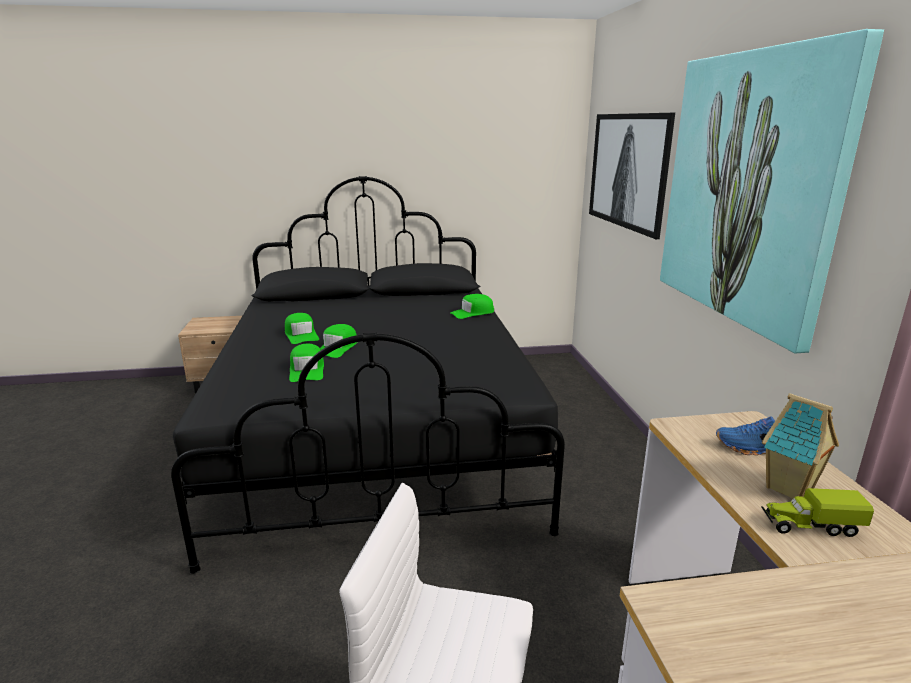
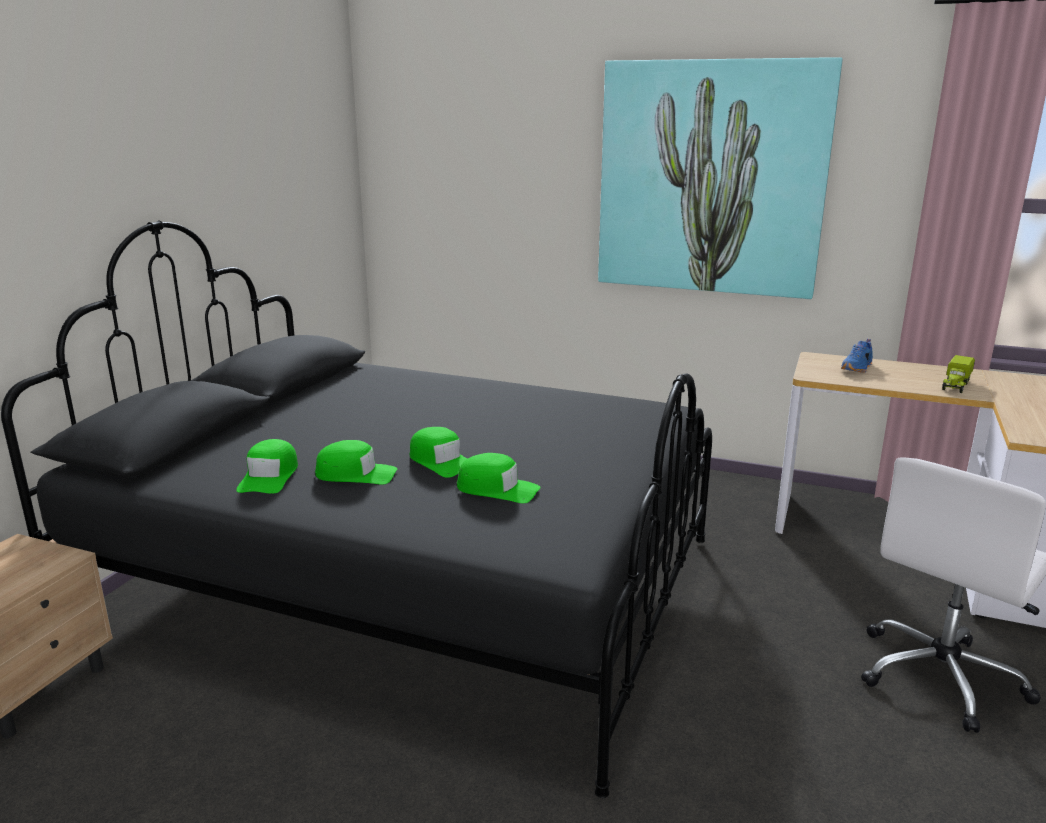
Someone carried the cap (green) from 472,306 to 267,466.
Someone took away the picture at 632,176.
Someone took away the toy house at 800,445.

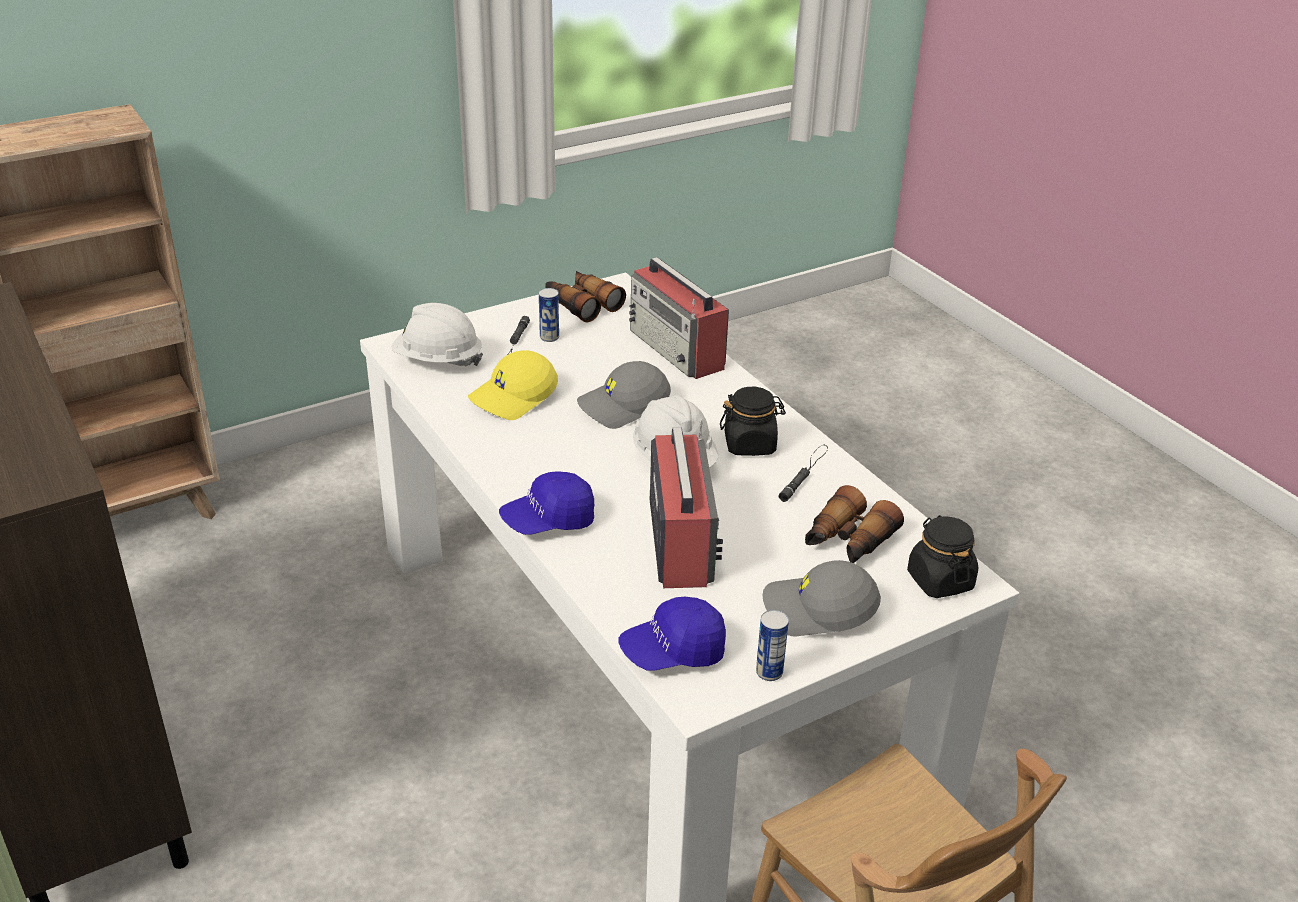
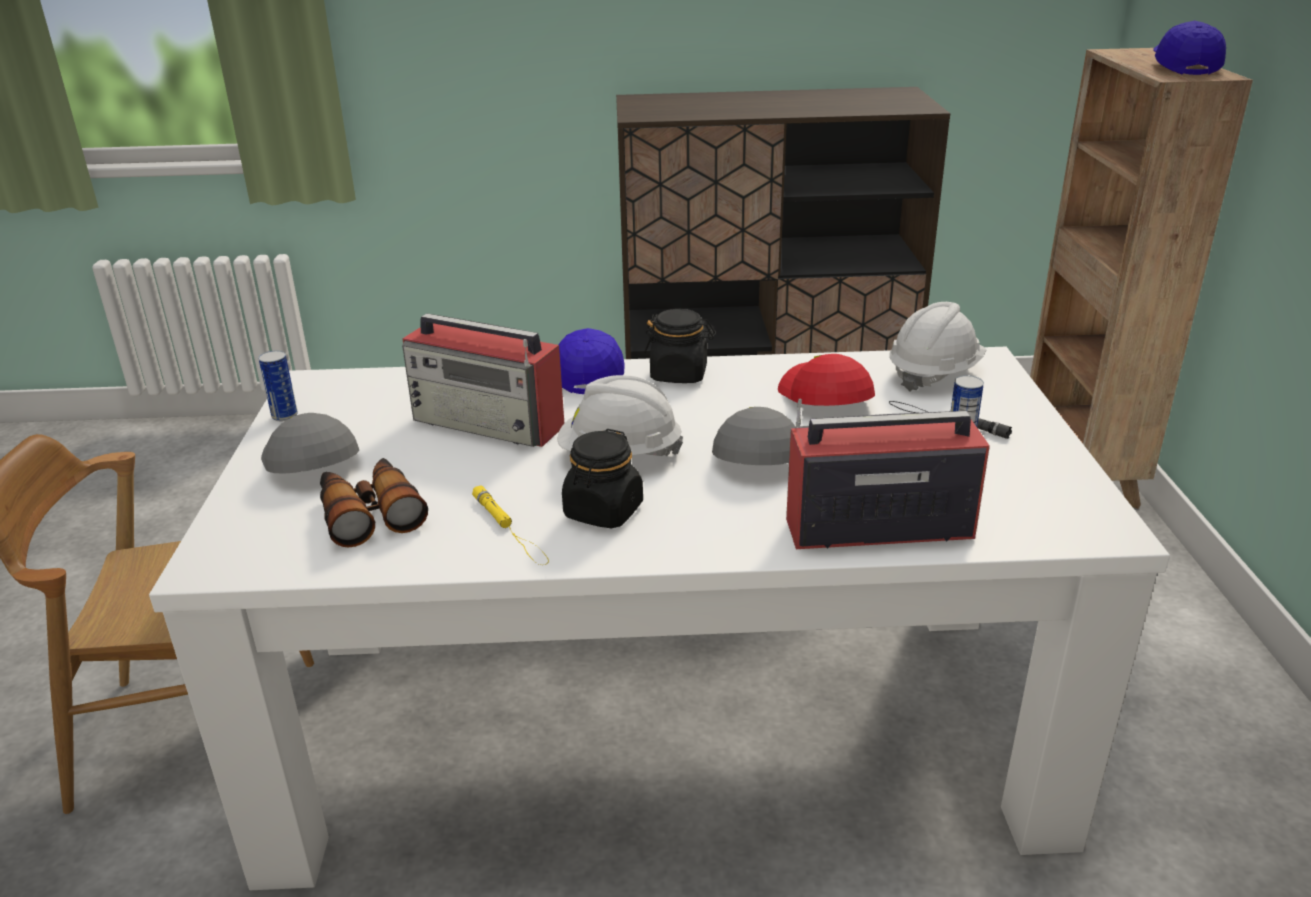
Someone rotated the cap (grey) at 822,598 by 60 degrees counterclockwise.
Someone repainted the flashlight (black) at 803,473, which became the flashlight (yellow) at 510,525.
Someone carried the jar (black) from 942,556 to 679,346.
Someone repainted the cap (yellow) at 513,385, which became the cap (red) at 826,380.
Someone carried the cap (blue) from 672,633 to 1189,47.
Someone took away the binoculars at 585,296.

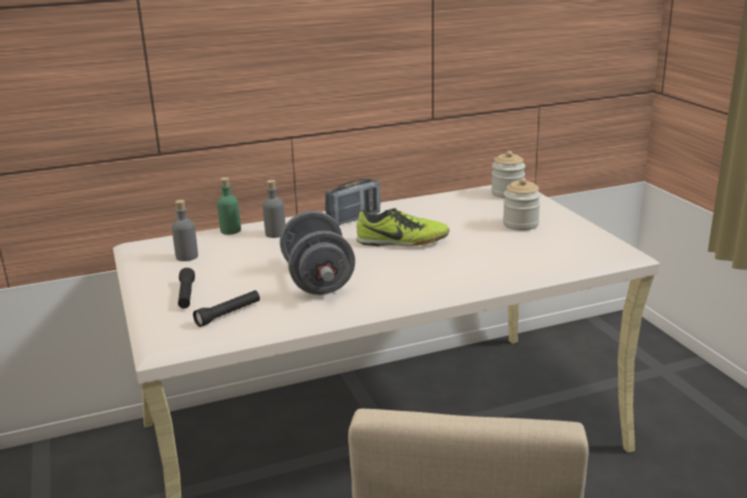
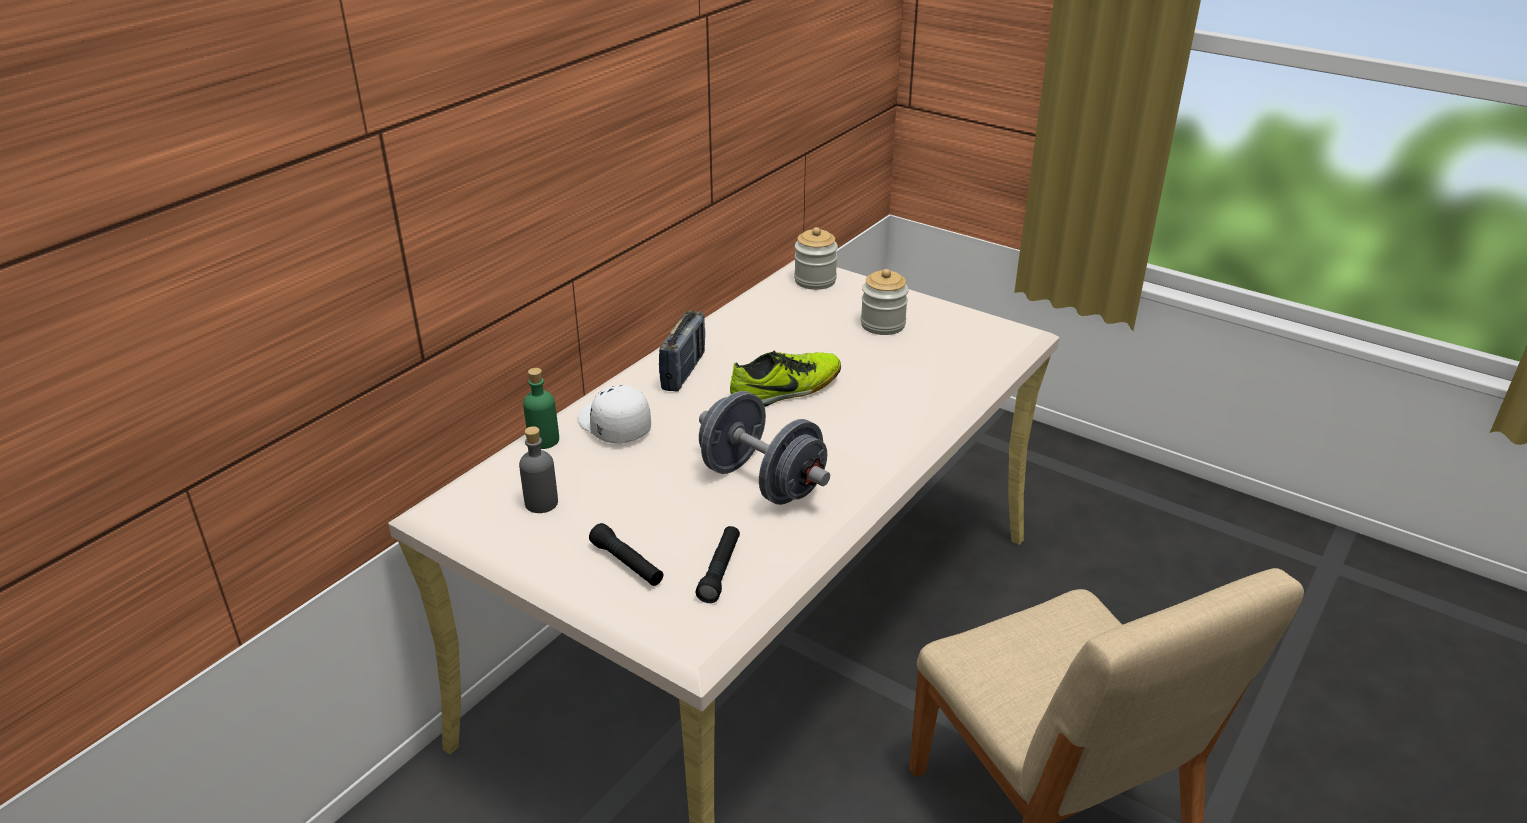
Someone swapped the bottle (grey) at 274,209 for the cap (white) at 614,414.

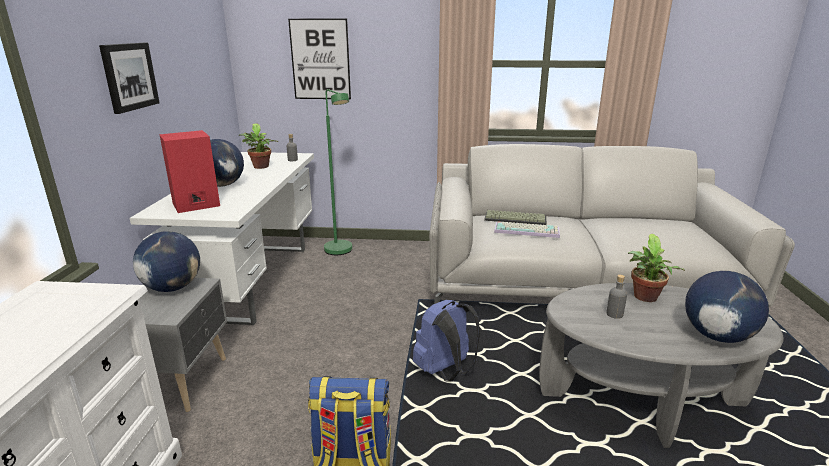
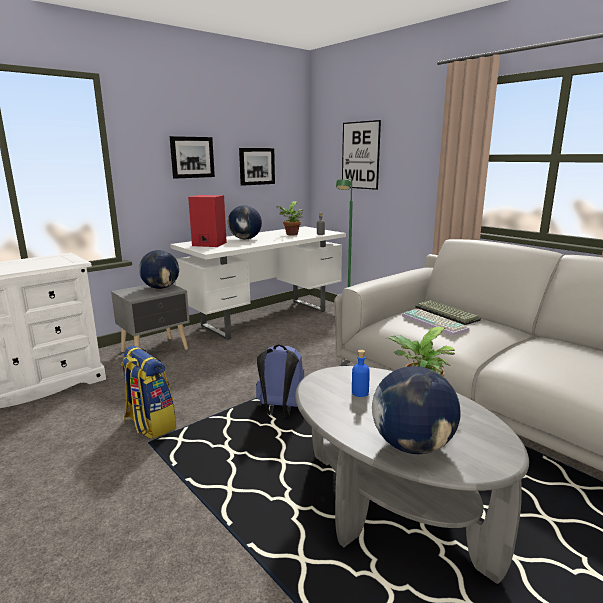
Someone put up the picture at 257,167.
Someone repainted the bottle (grey) at 616,297, which became the bottle (blue) at 361,373.

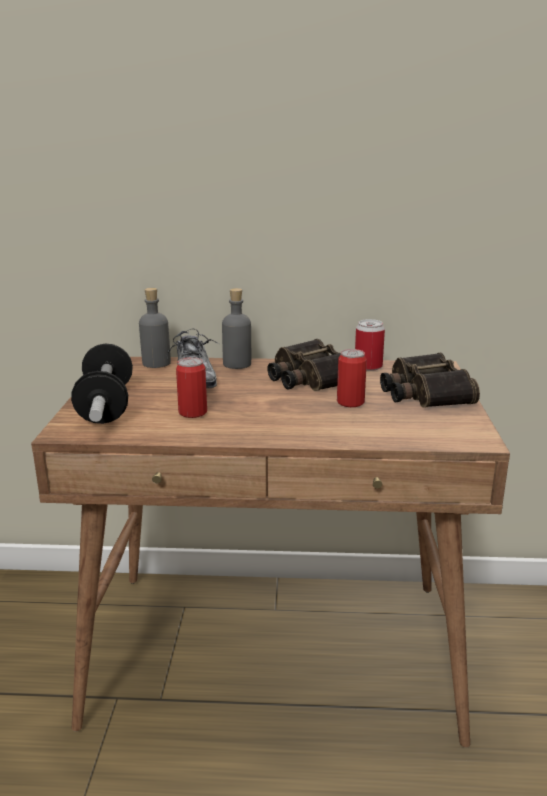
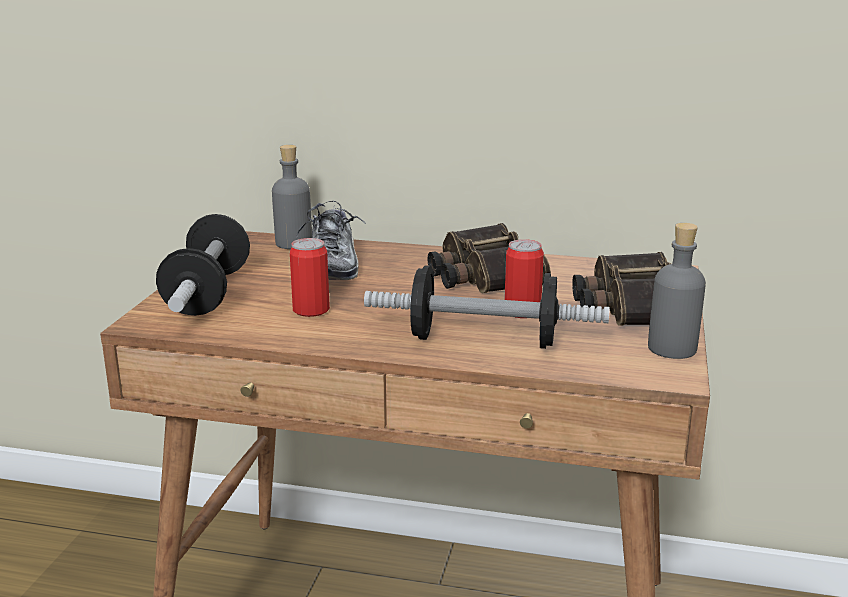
Someone put down the dumbbell at 487,307.
Someone carried the bottle (grey) from 236,328 to 677,291.
Someone took away the can at 370,345.

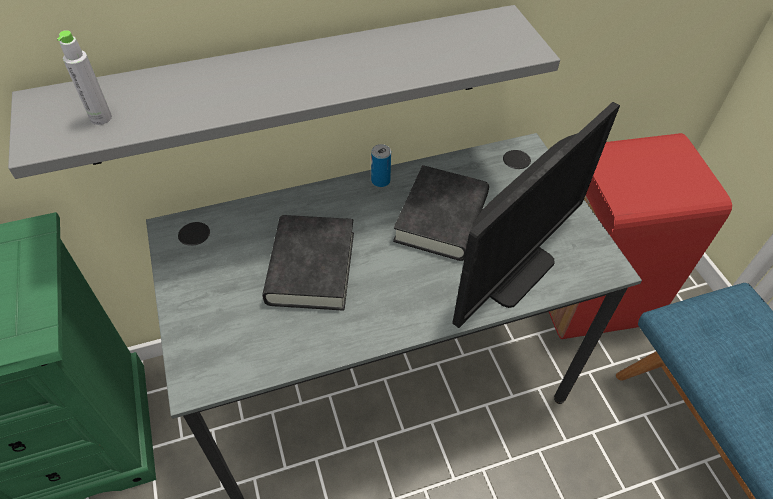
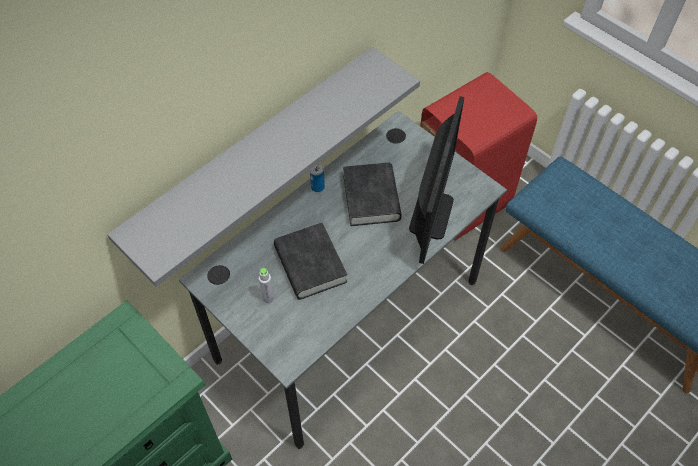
Someone carried the bottle (grey) from 84,77 to 266,285.

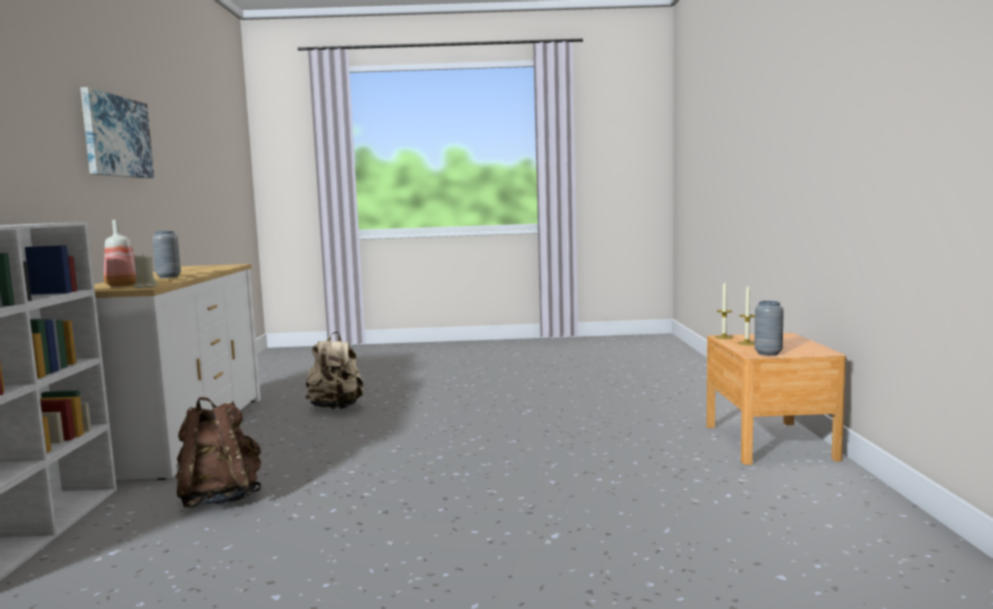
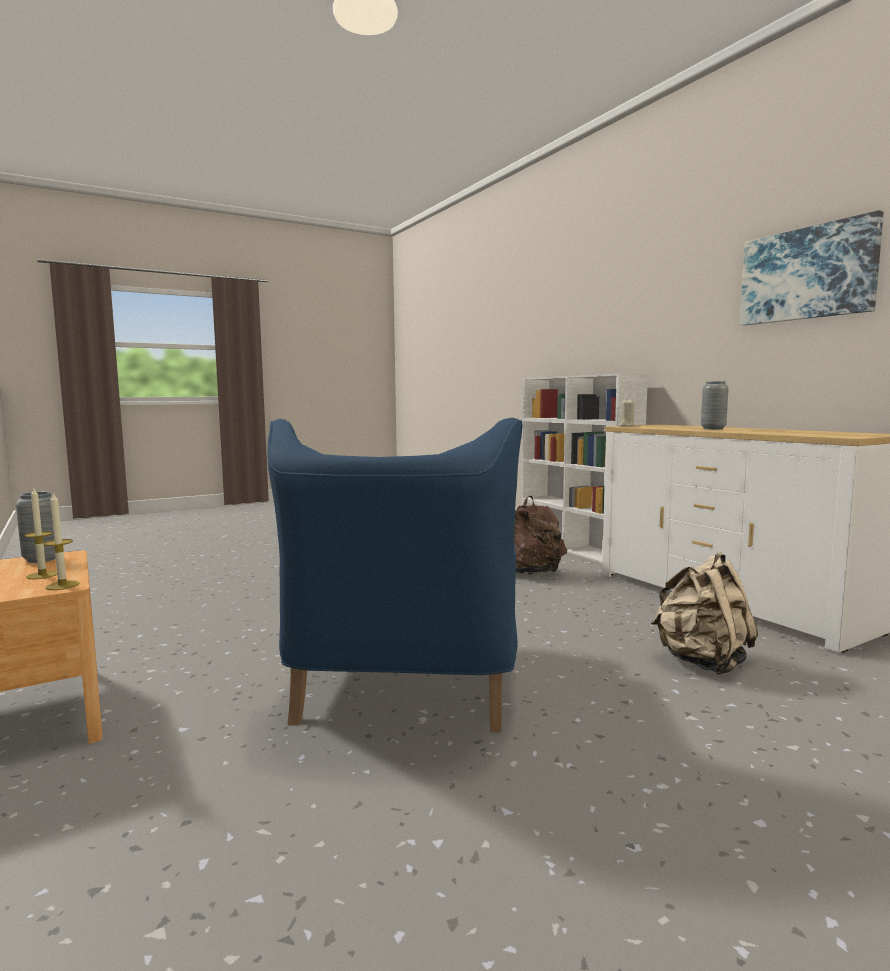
Someone put down the armchair (blue) at 395,575.
Someone took away the bottle at 120,253.

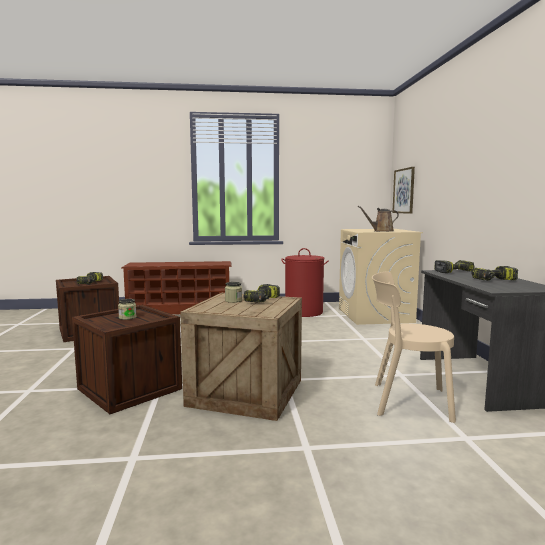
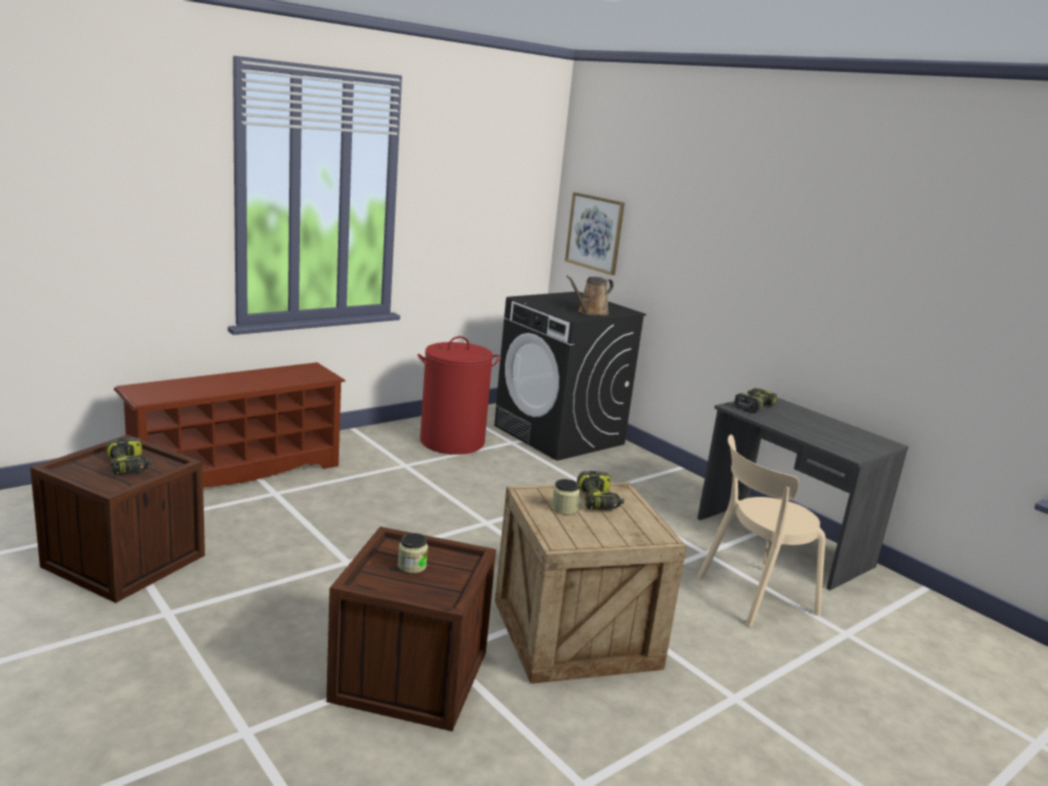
Someone repainted the washing machine (beige) at 381,277, which became the washing machine (black) at 570,376.
Someone took away the power drill at 494,273.

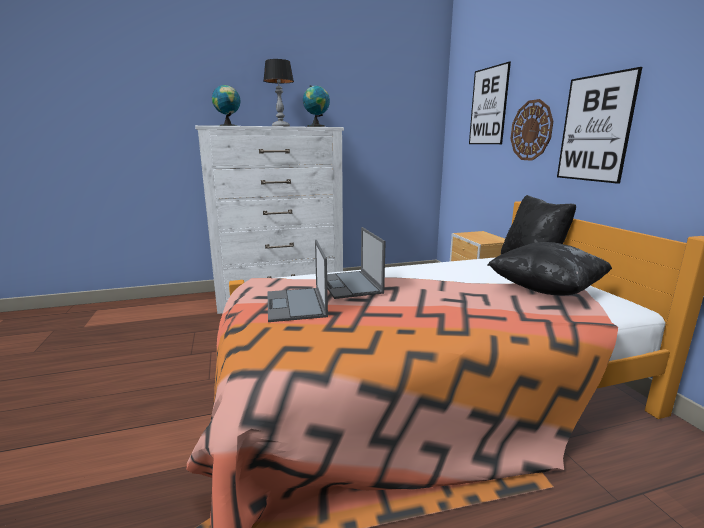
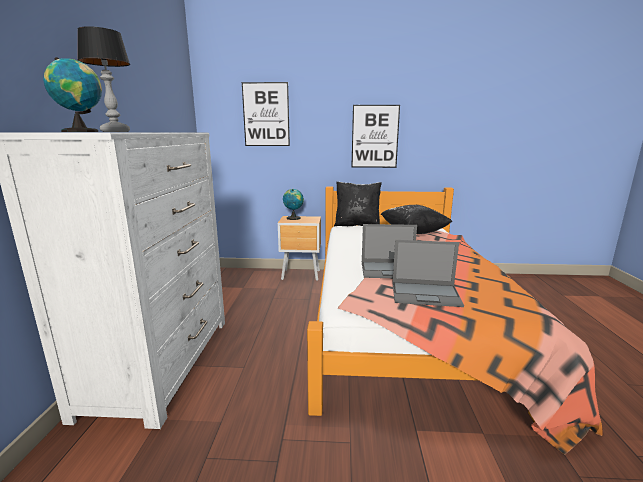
Someone carried the globe from 316,106 to 293,204.
Someone took away the wall clock at 532,130.

